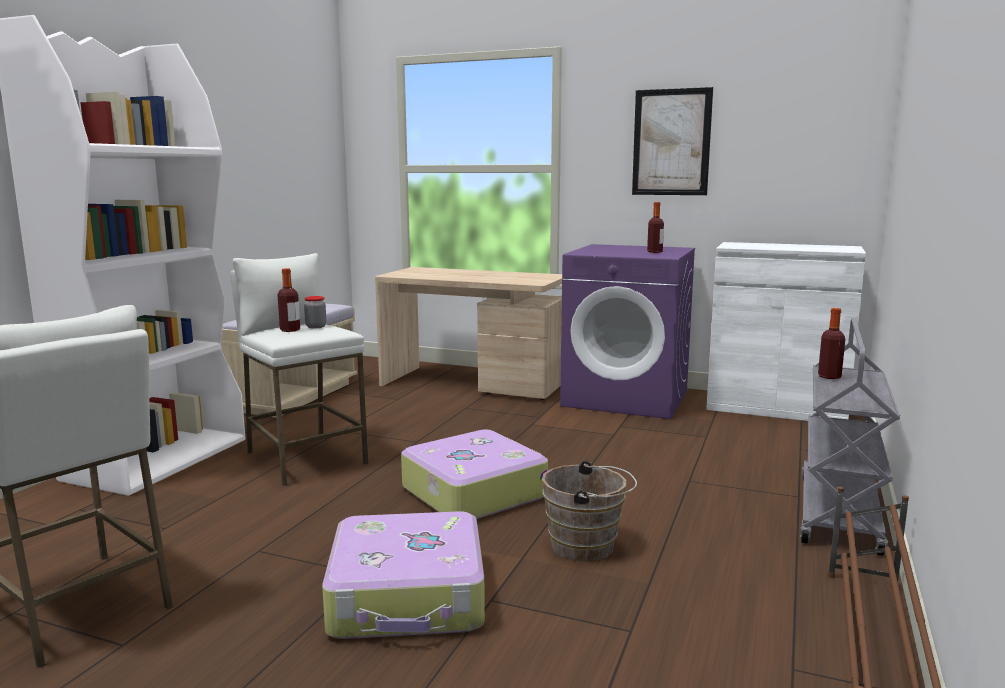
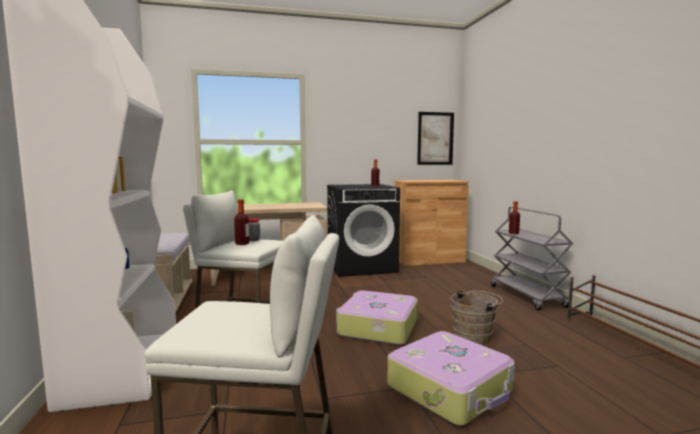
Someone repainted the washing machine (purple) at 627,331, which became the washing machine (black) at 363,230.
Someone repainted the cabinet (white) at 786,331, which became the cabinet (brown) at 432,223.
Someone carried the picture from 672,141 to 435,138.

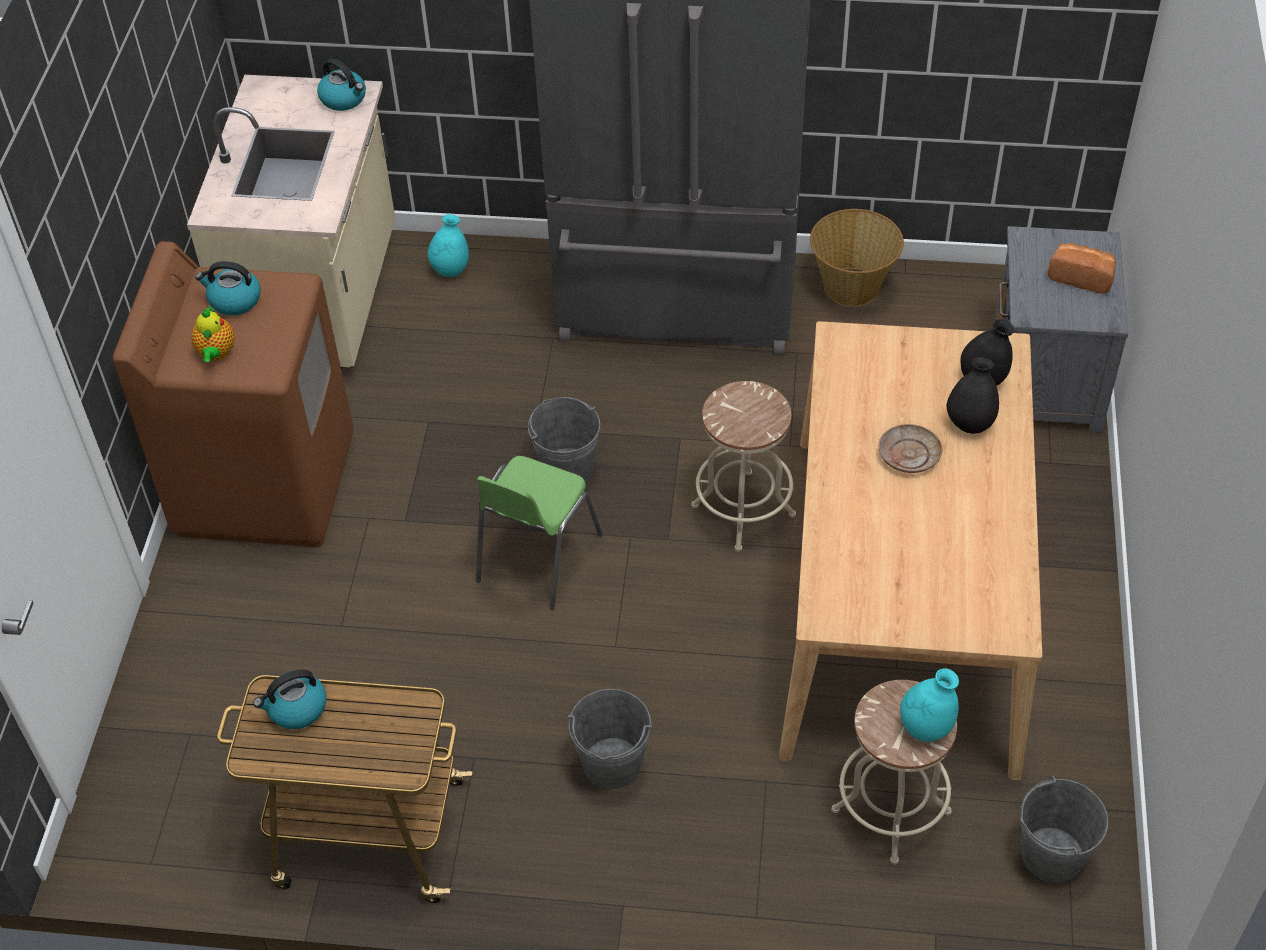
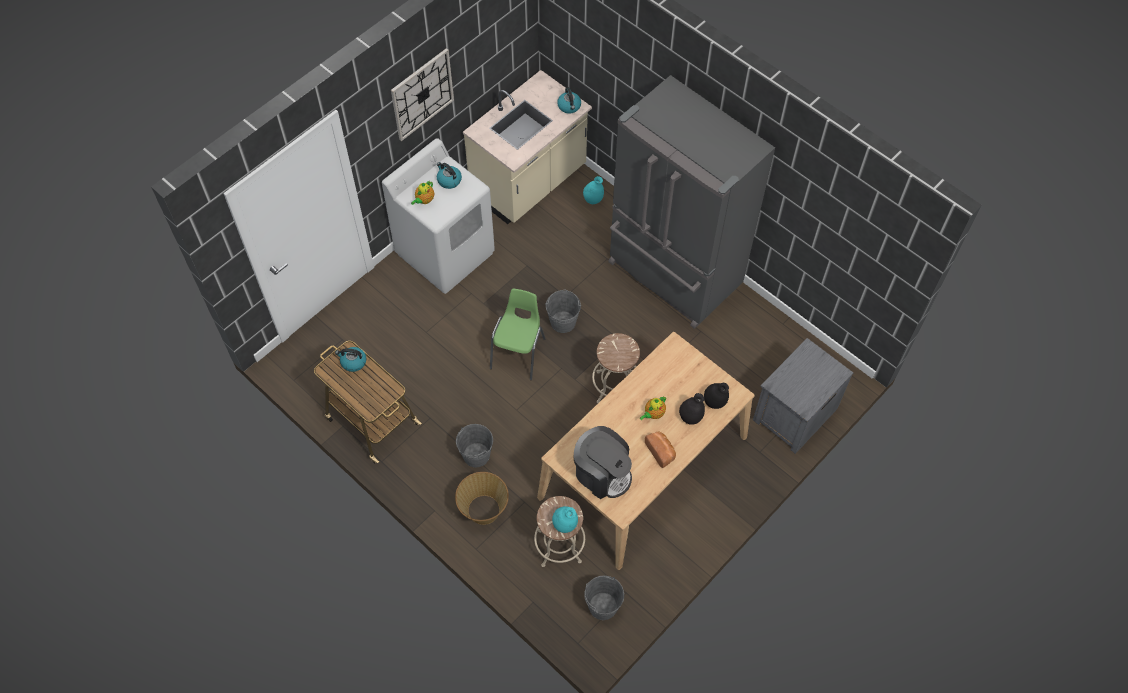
Someone repainted the washing machine (brown) at 233,394, which became the washing machine (white) at 438,216.
Someone put up the wall clock at 422,94.
Someone carried the basket from 857,257 to 482,498.
Someone rotated the chair (green) at 539,533 by 135 degrees clockwise.
Someone put down the coffee machine at 602,462.
Someone swapped the plate (beige) at 910,448 for the teapot at 653,408.
Someone carried the bread from 1082,268 to 660,449.

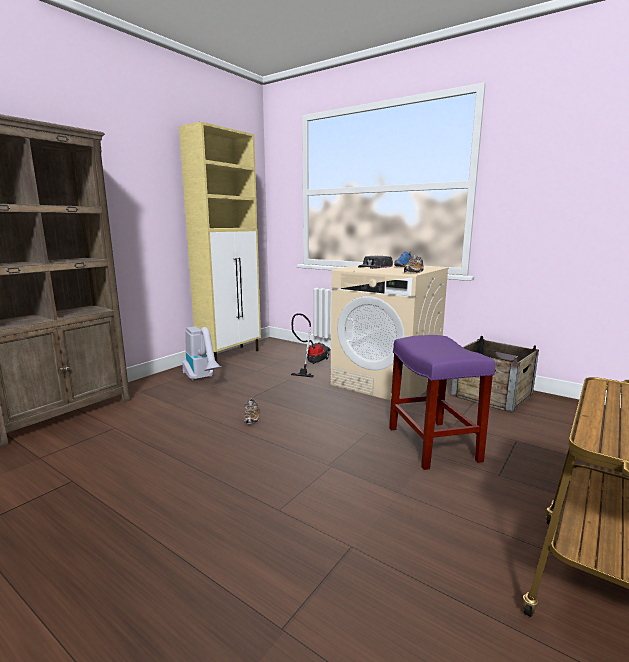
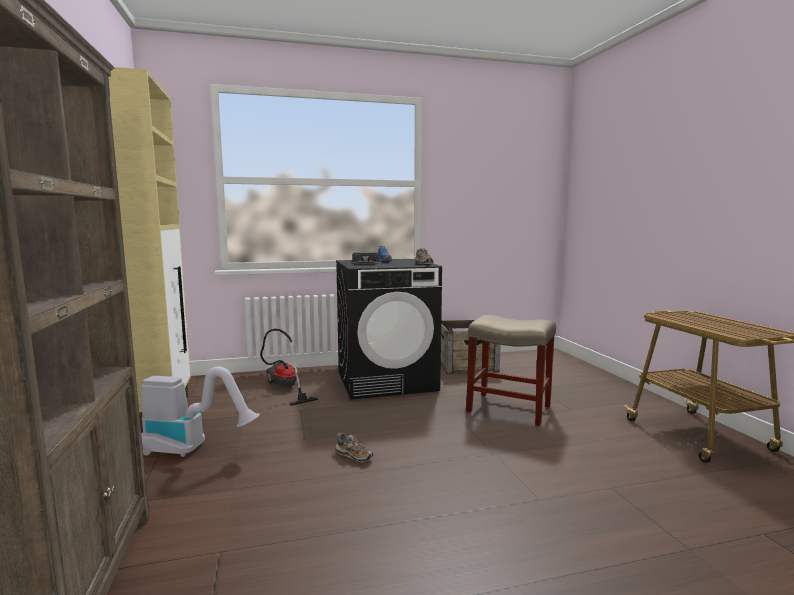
Someone repainted the washing machine (beige) at 390,334, which became the washing machine (black) at 389,329.
Someone repainted the stool (purple) at 442,402, which became the stool (beige) at 511,370.

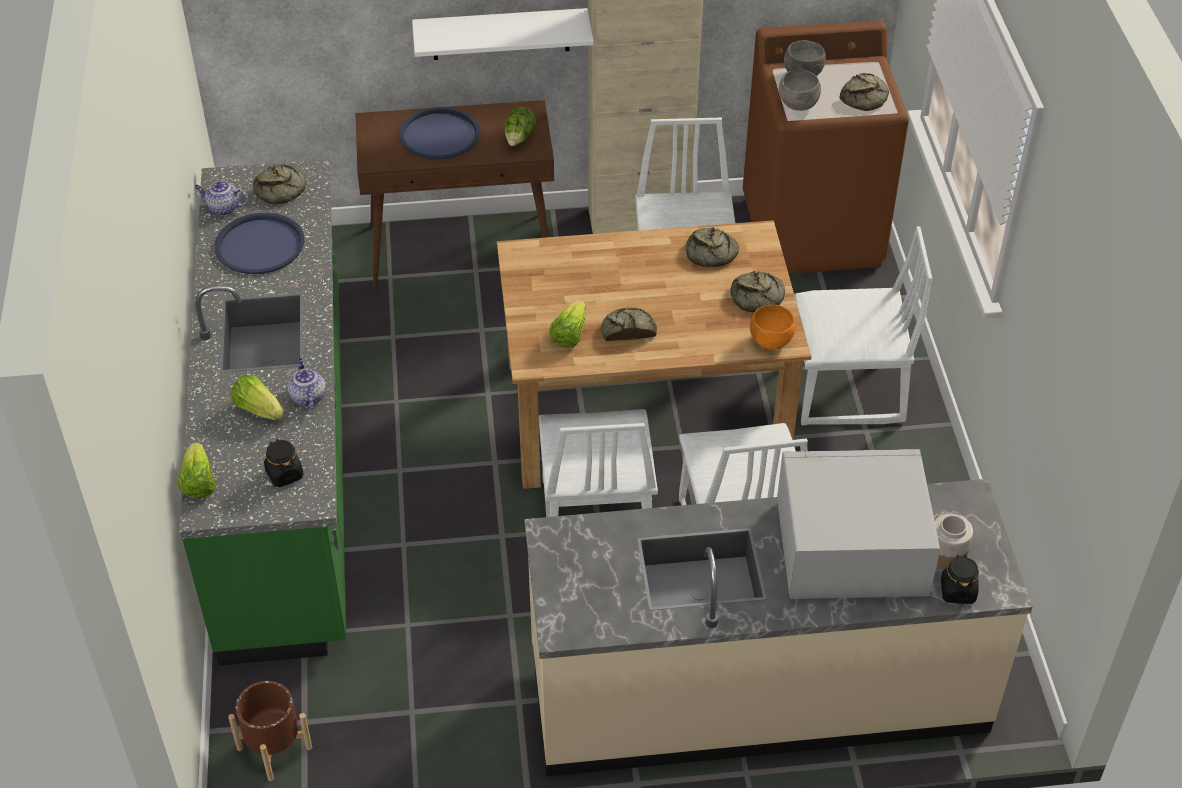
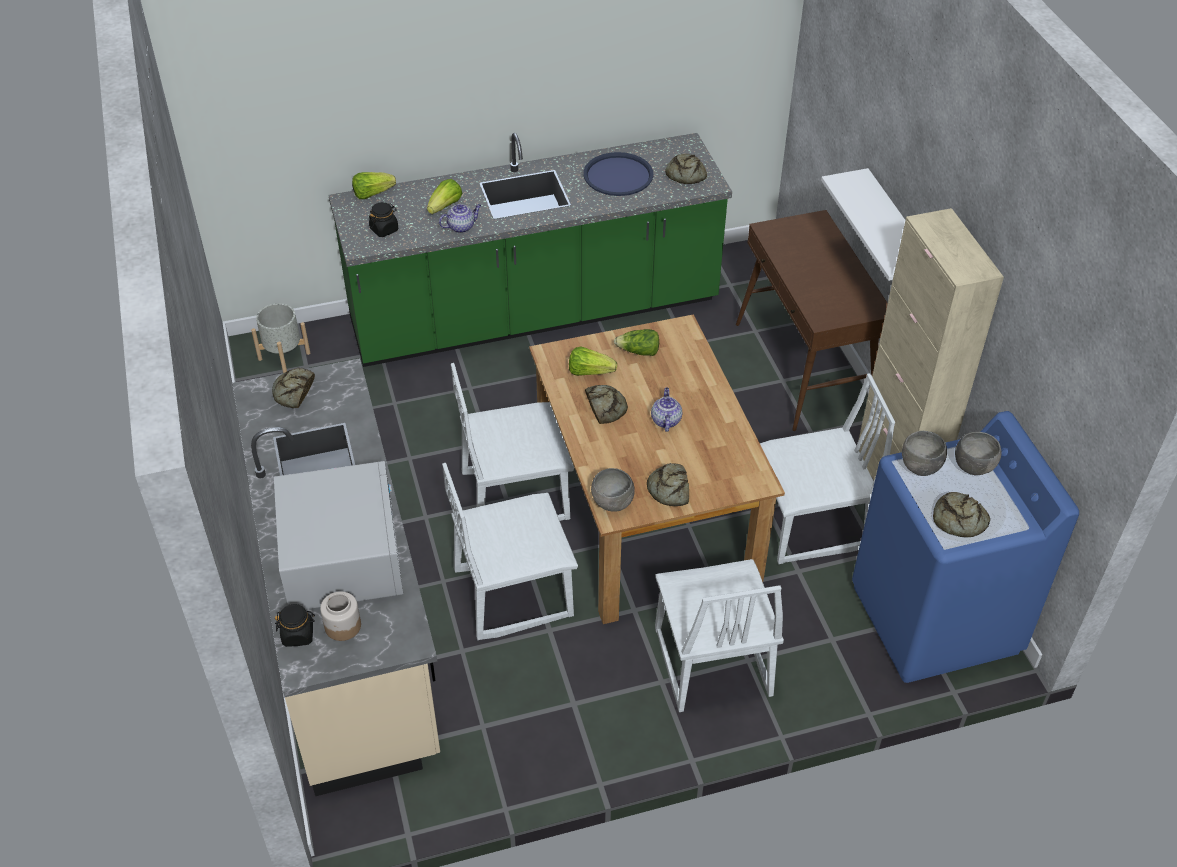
Someone repainted the planter (brown) at 270,731, which became the planter (grey) at 280,338.
Someone carried the bread from 712,247 to 293,388.
Someone repainted the bowl (orange) at 773,327, which became the bowl (grey) at 613,490.
Someone carried the lettuce from 520,126 to 636,342.
Someone carried the teapot from 221,197 to 666,409.
Someone repainted the washing machine (brown) at 826,147, which became the washing machine (blue) at 965,547.
Someone took away the tray (blue) at 439,133.

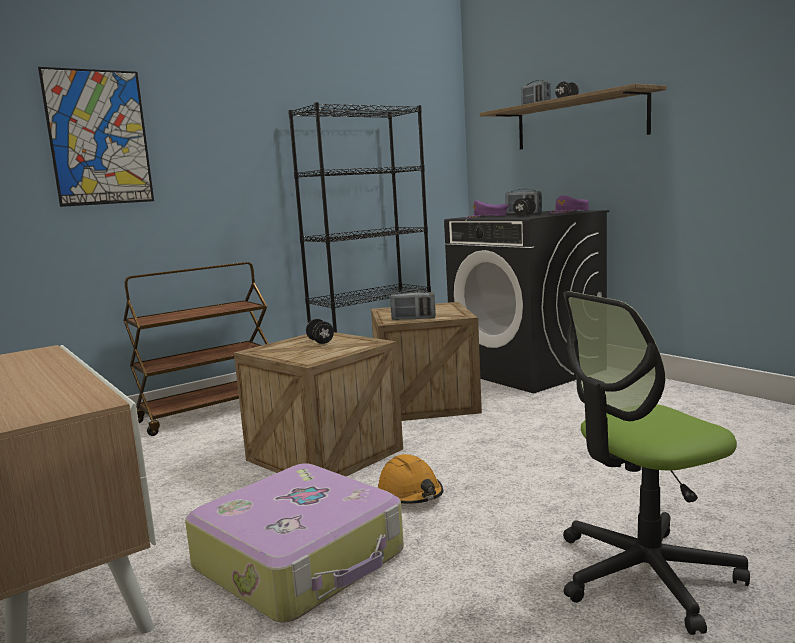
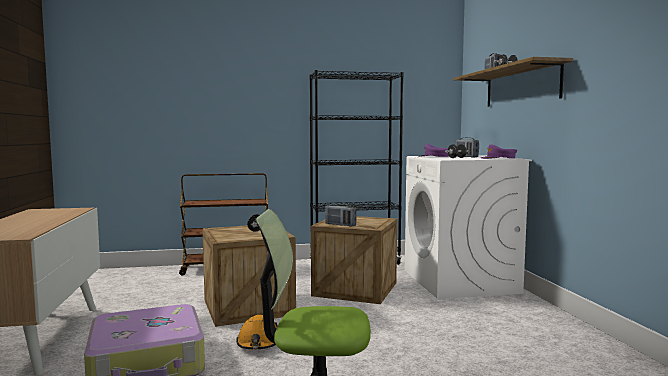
Someone repainted the washing machine (black) at 526,301, which became the washing machine (white) at 468,227.
Someone took away the picture at 96,137.

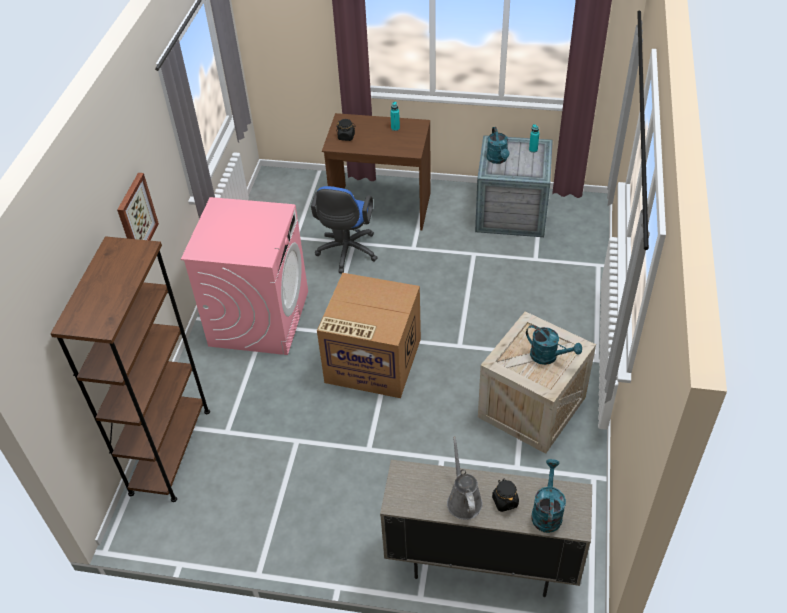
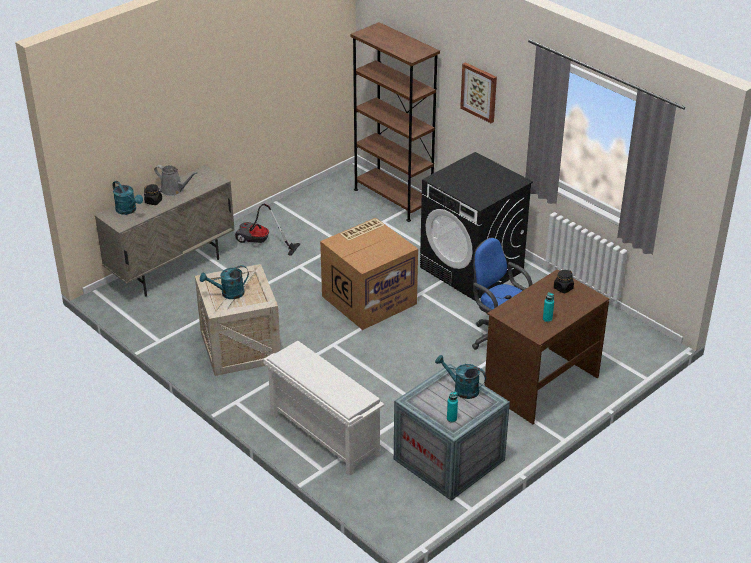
Someone put down the vacuum cleaner at 267,230.
Someone put down the shoe rack (white) at 323,408.
Someone repainted the washing machine (pink) at 244,276, which became the washing machine (black) at 476,226.

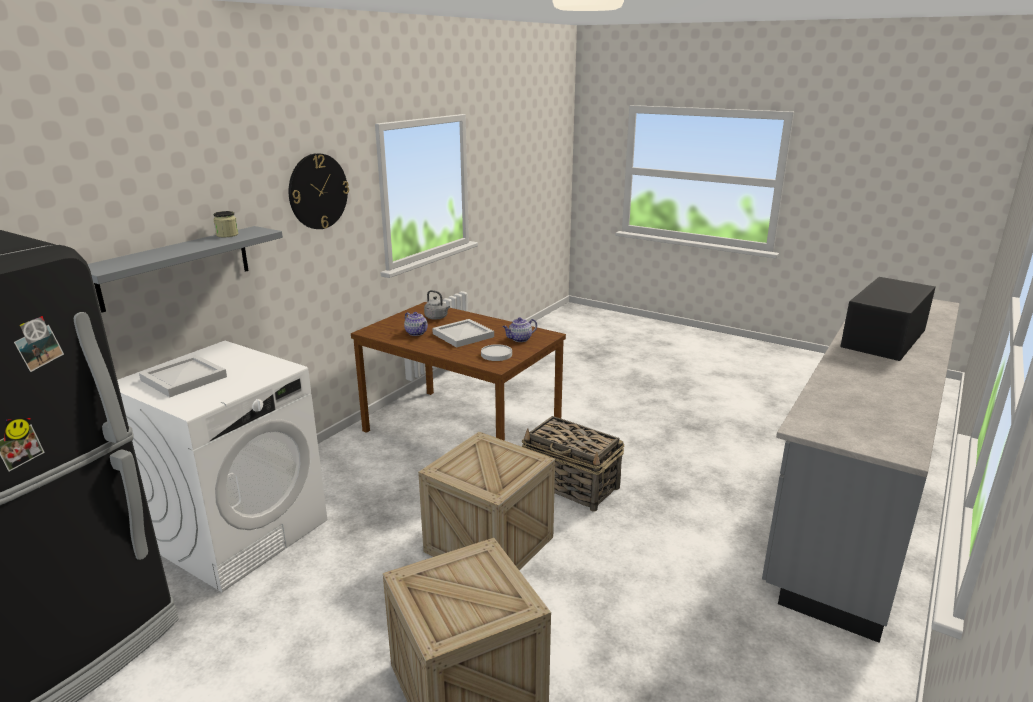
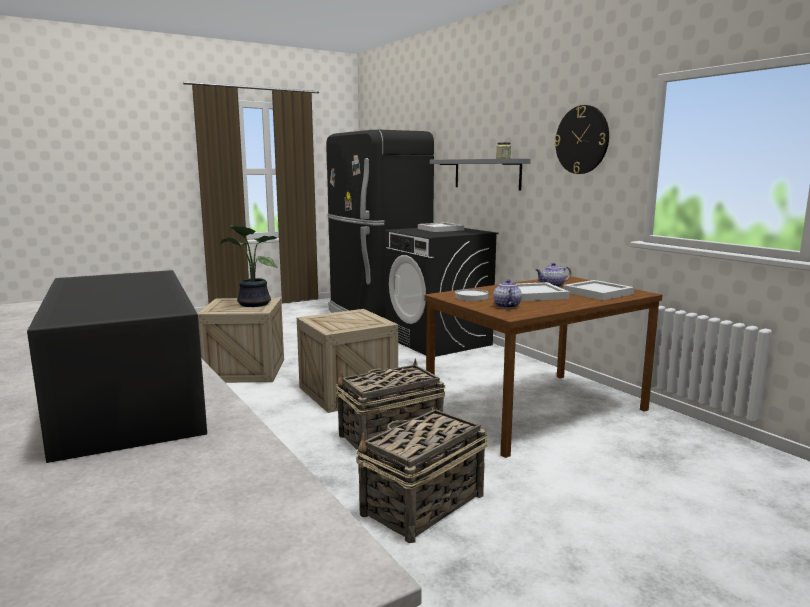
Someone put down the potted plant at 249,266.
Someone put down the basket at 421,473.
Someone repainted the washing machine (white) at 222,466, which became the washing machine (black) at 442,292.
Someone swapped the kettle (grey) at 437,304 for the tray (white) at 598,290.

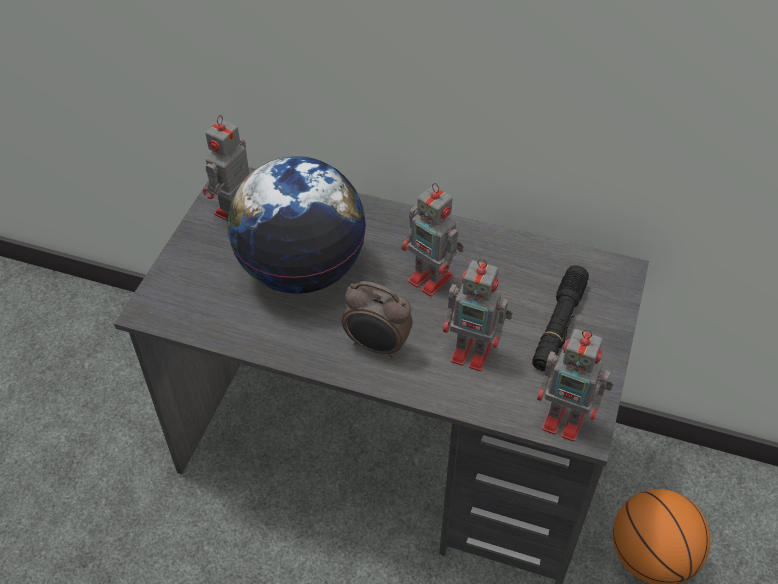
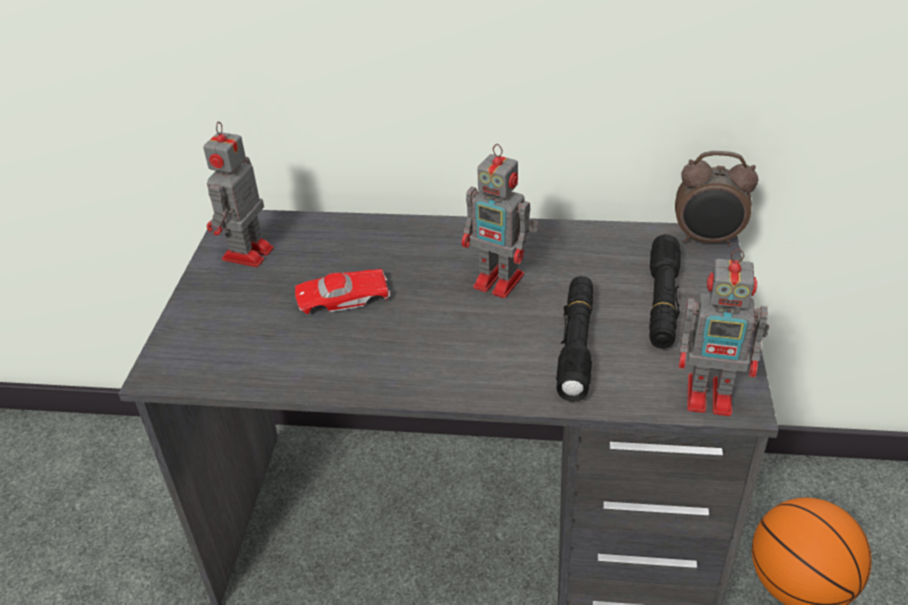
Someone swapped the globe at 297,225 for the toy car (red) at 342,291.
Someone swapped the toy robot at 478,315 for the flashlight (black) at 574,339.
Someone carried the alarm clock from 377,319 to 716,199.

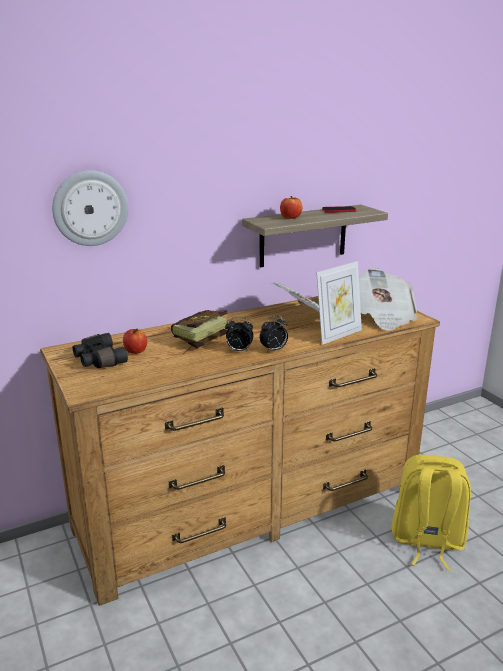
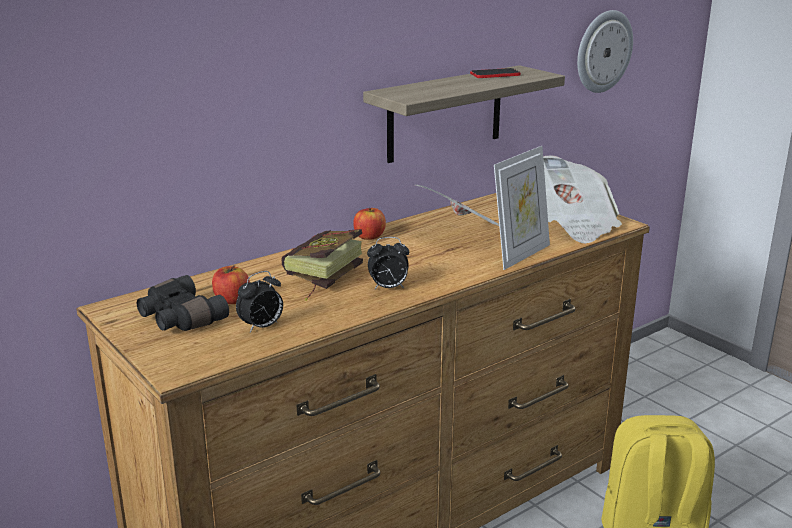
Someone carried the alarm clock from 273,333 to 259,301.
Someone carried the apple from 291,207 to 369,224.
Someone carried the wall clock from 90,208 to 605,51.

